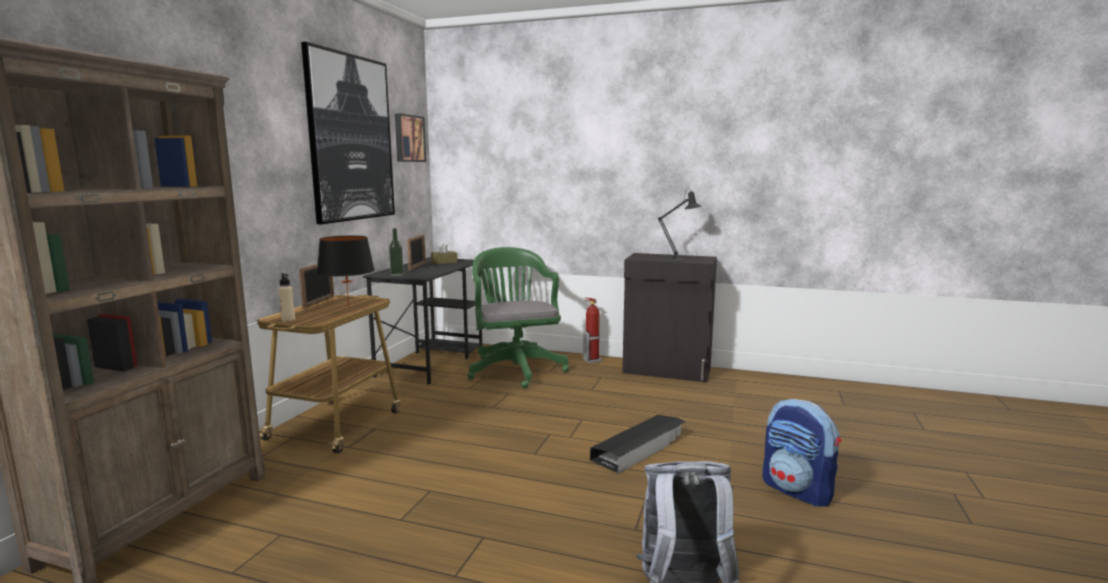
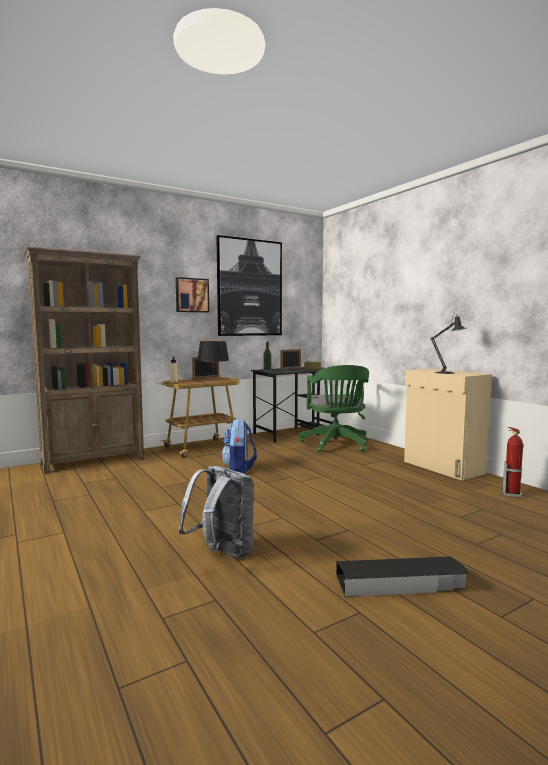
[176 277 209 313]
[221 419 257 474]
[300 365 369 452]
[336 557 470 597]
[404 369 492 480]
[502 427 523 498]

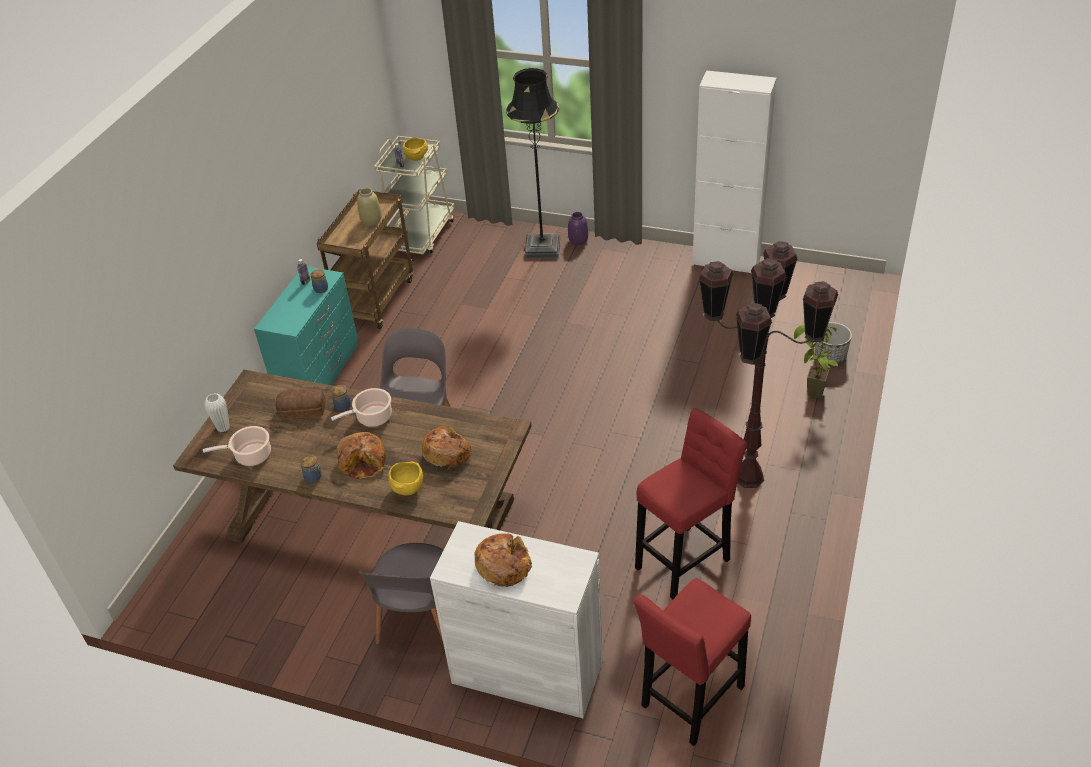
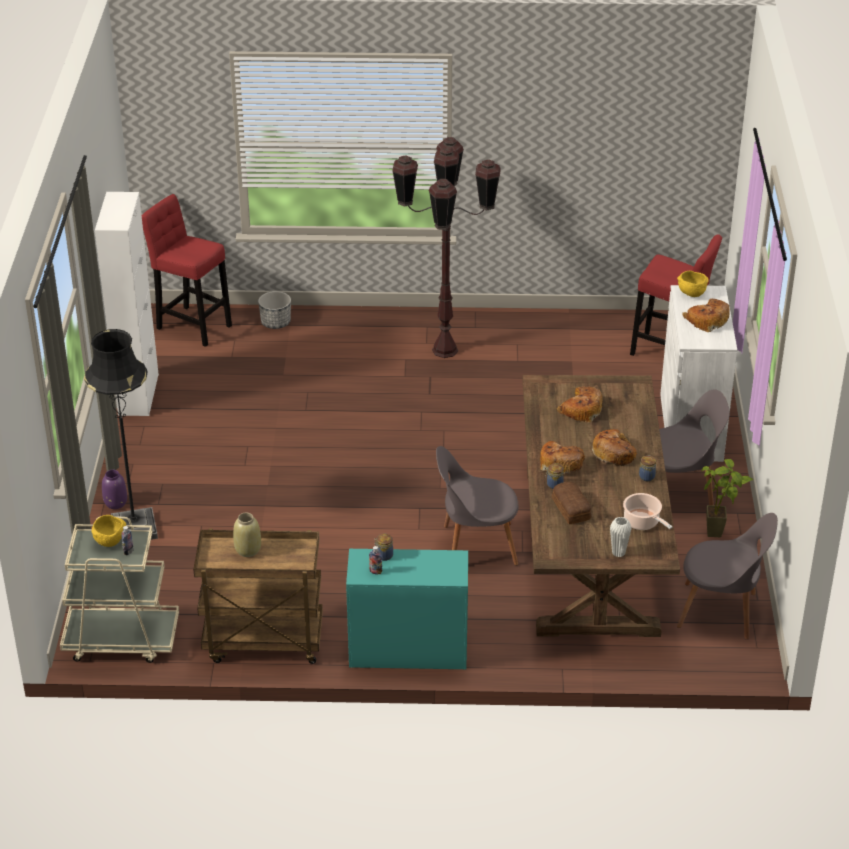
[142 194 232 347]
[540 441 585 474]
[677 271 709 297]
[677 513 778 640]
[701 459 753 537]

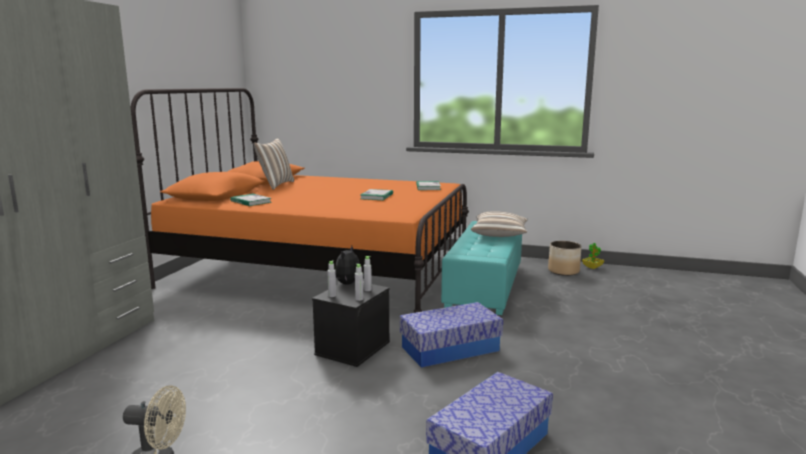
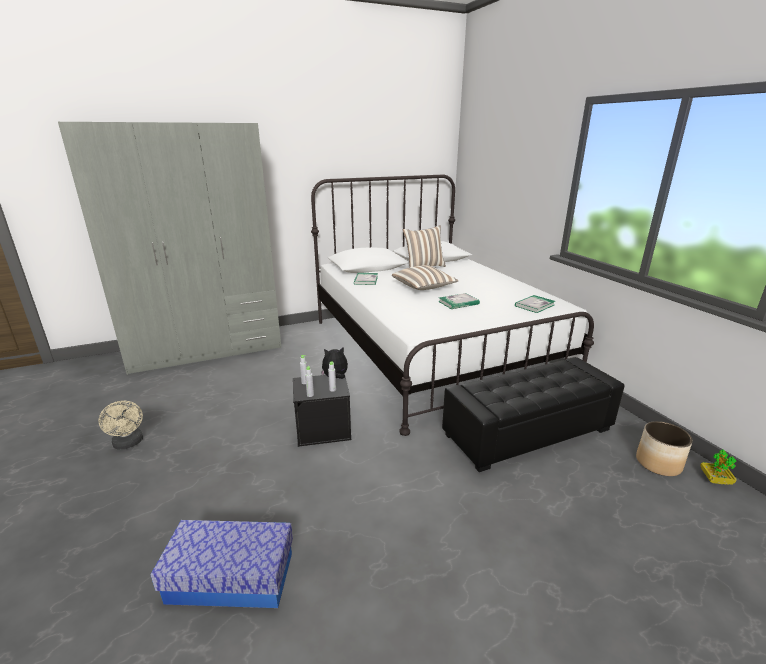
[311 175 594 436]
[392 265 458 290]
[442 357 624 472]
[400 302 503 368] (first image)

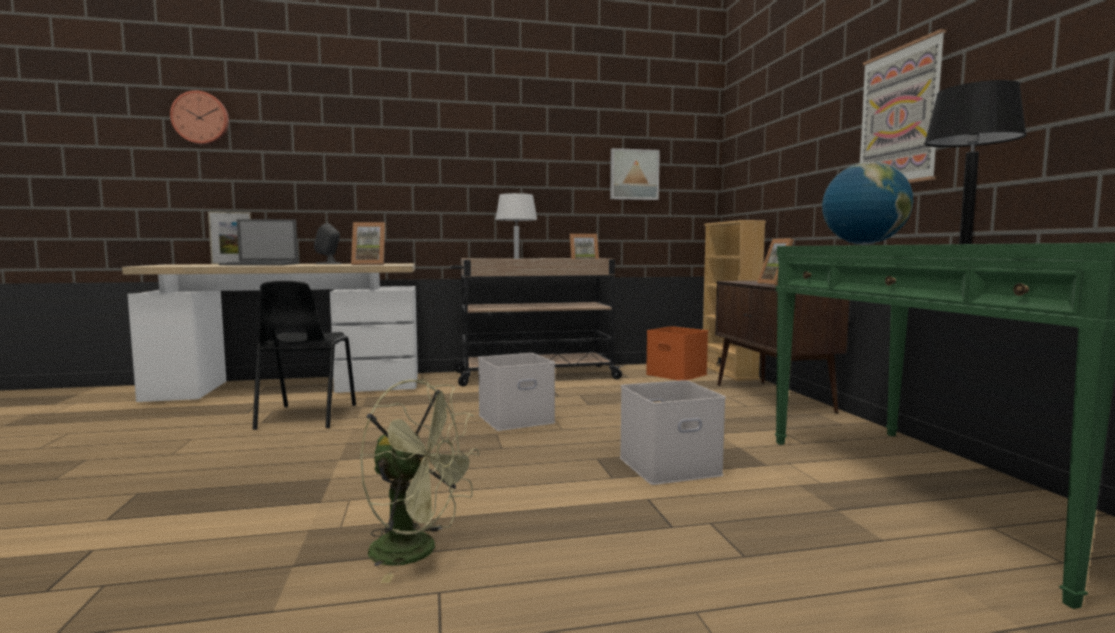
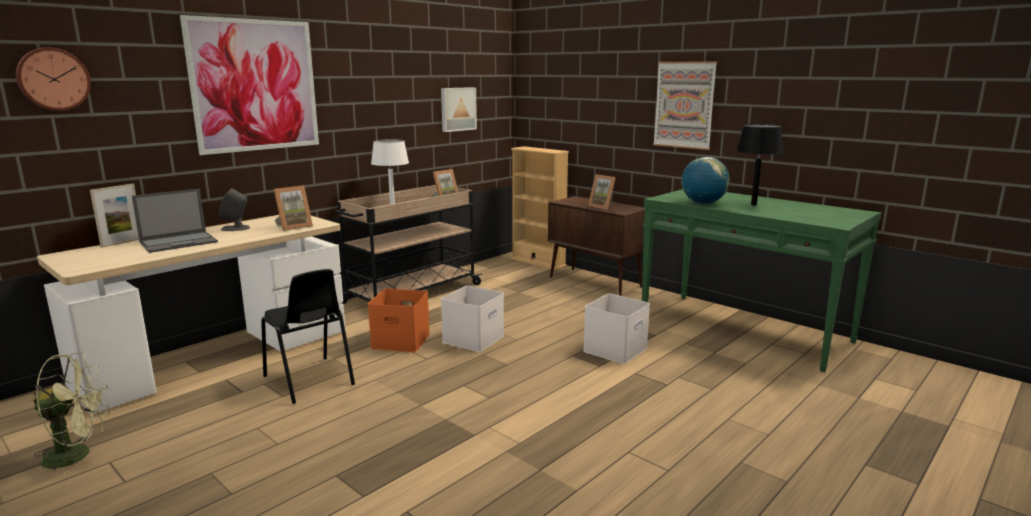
[33 352 110 476]
[180 15 319 155]
[368 288 430 352]

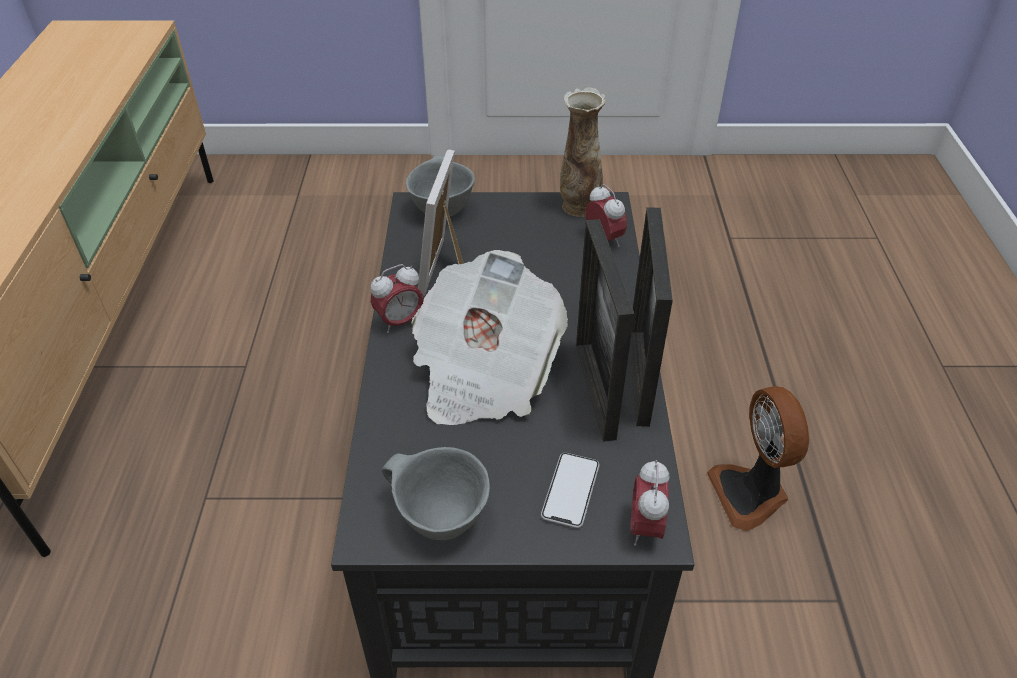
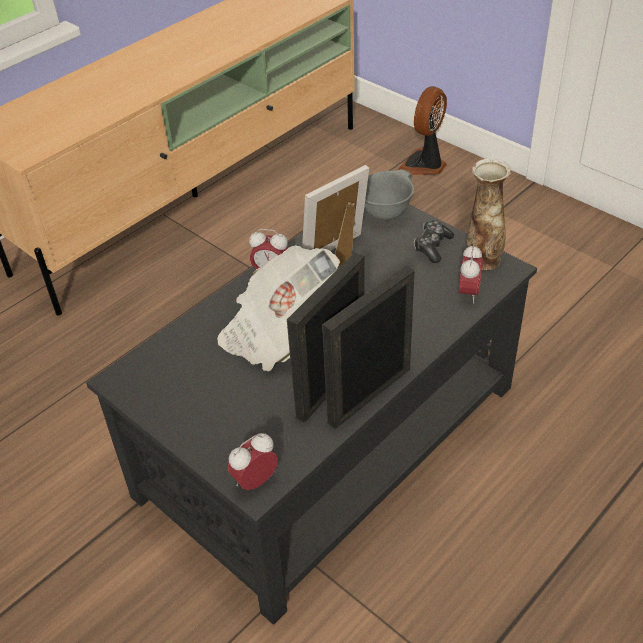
[398 86 447 175]
[414 220 454 263]
[382 447 490 540] (first image)
[541 453 600 528] (first image)

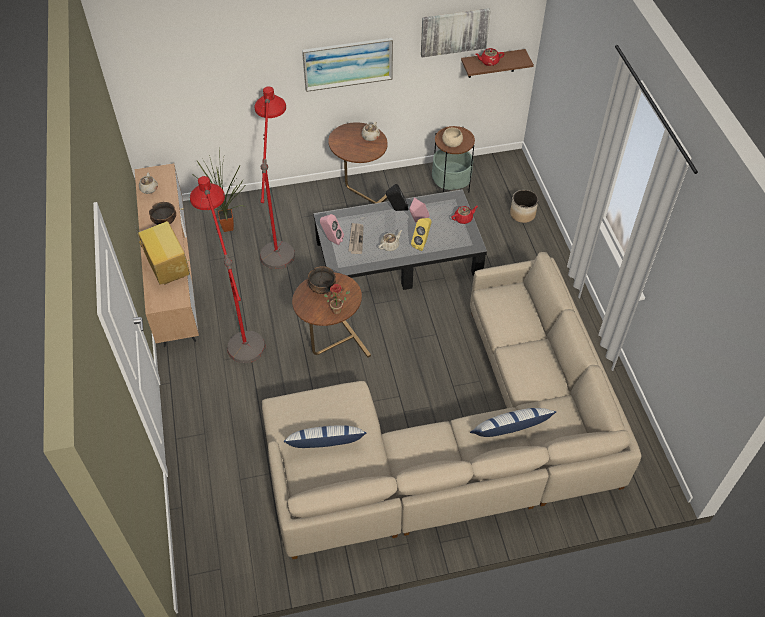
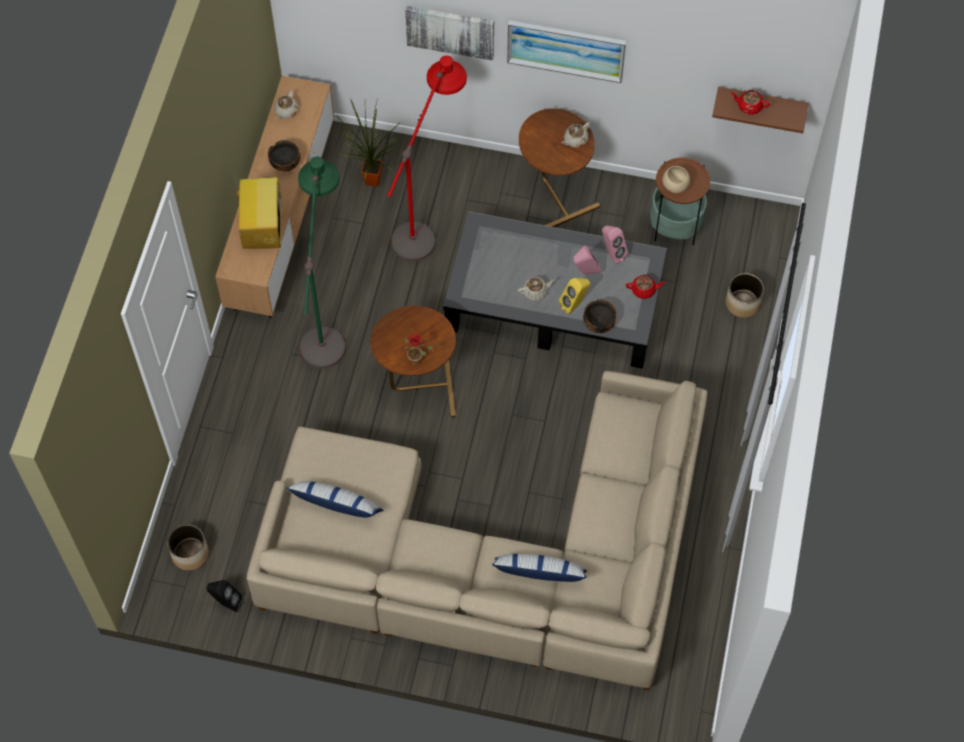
[167 524 209 571]
[206 580 242 612]
[298 157 346 369]
[405 6 494 61]
[583 299 616 333]
[602 226 628 265]
[348 223 364 254] (first image)

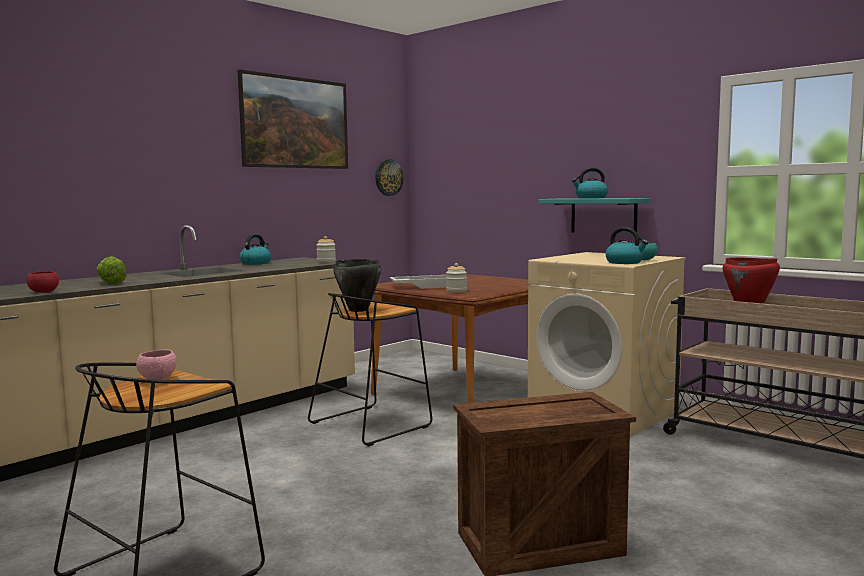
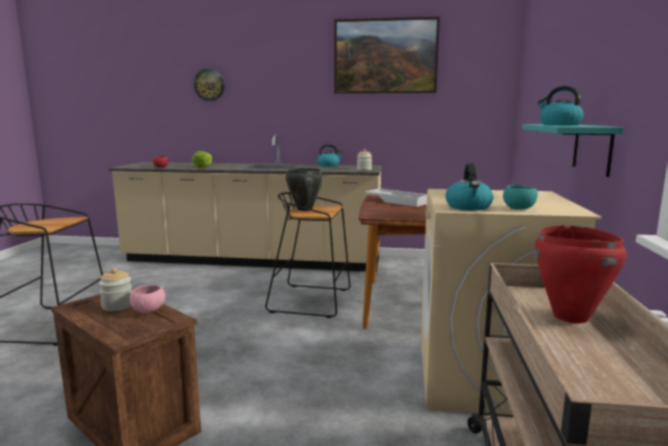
[99 268 132 311]
[130 285 165 313]
[194 69 225 101]

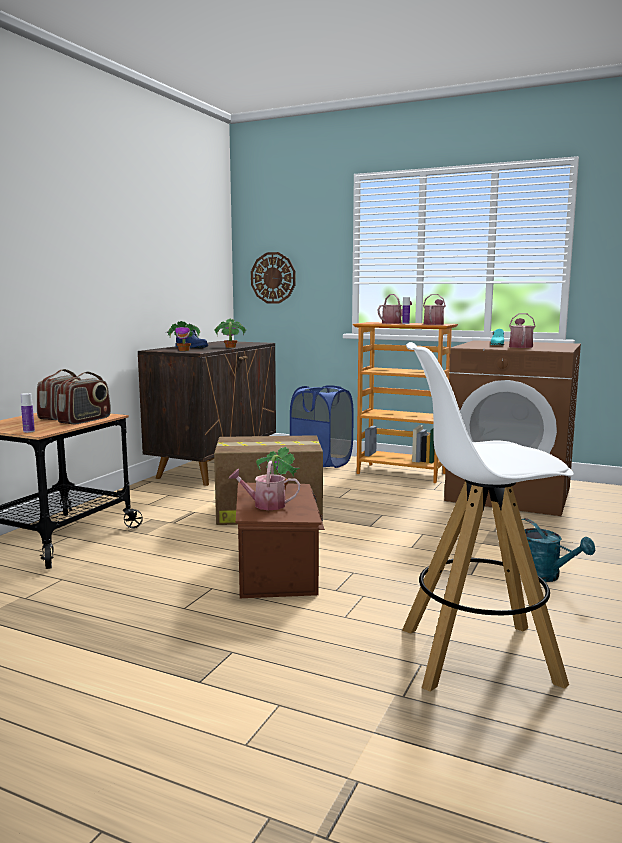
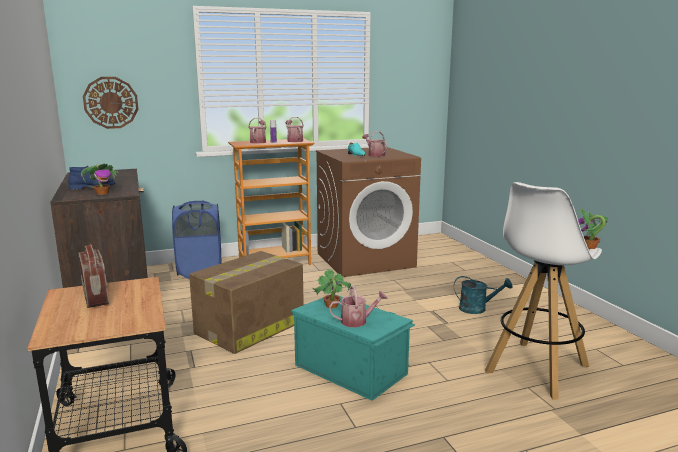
[291 295 416 401]
[329 285 388 327]
[578 209 608 249]
[20 393 35 433] (first image)
[56 372 111 425] (first image)

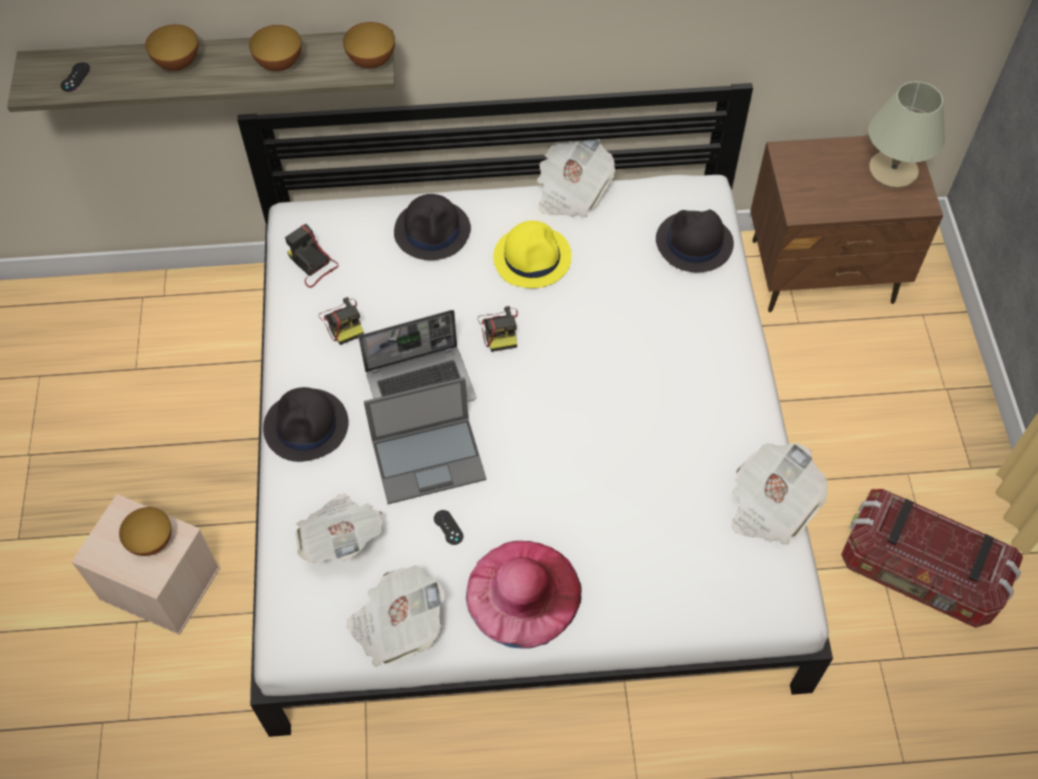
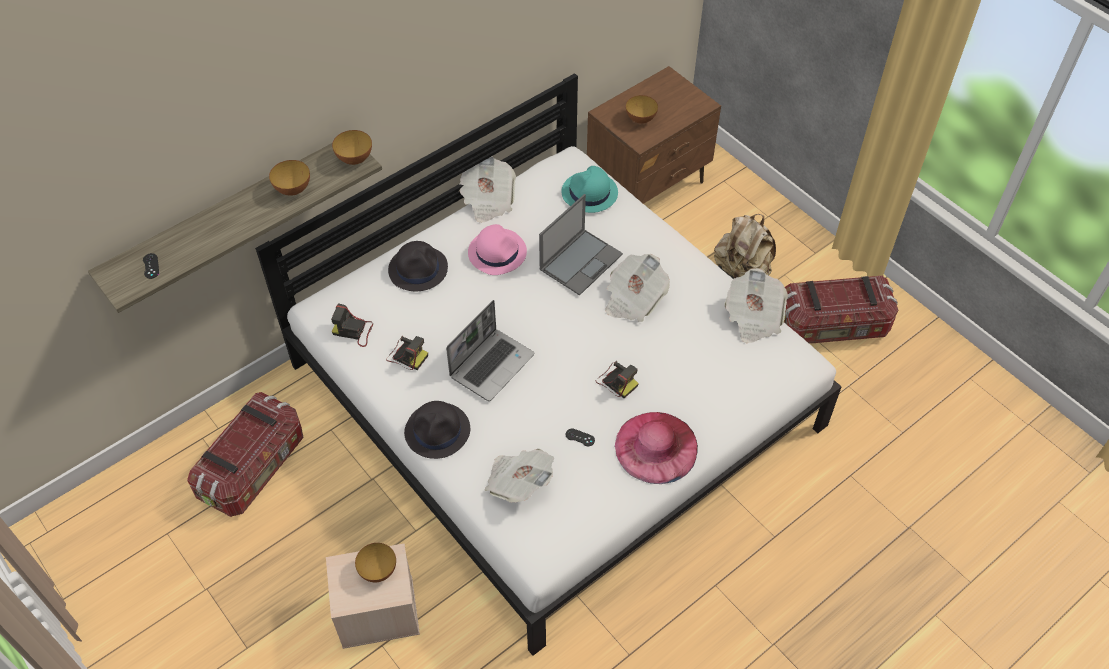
[187 392 303 517]
[468 224 527 275]
[539 194 623 296]
[561 166 618 213]
[596 361 639 398]
[605 254 670 322]
[626 95 658 124]
[714 214 776 279]
[869 81 945 188] (first image)

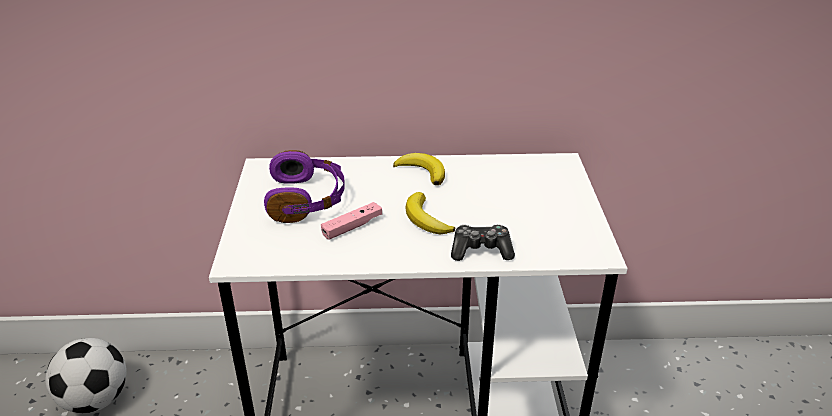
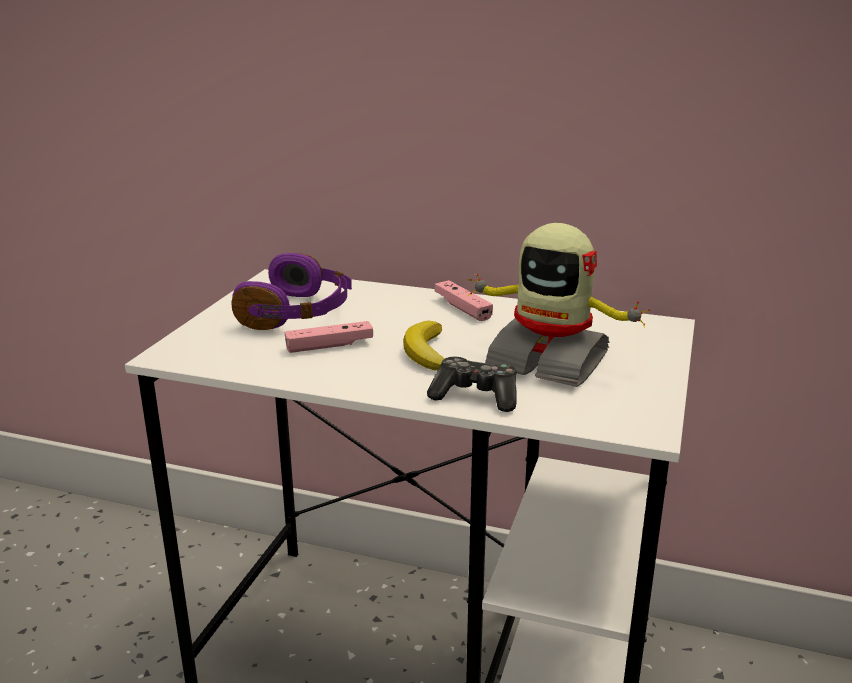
[435 280 493 321]
[468 223 650 387]
[45 338 127 413] (first image)

